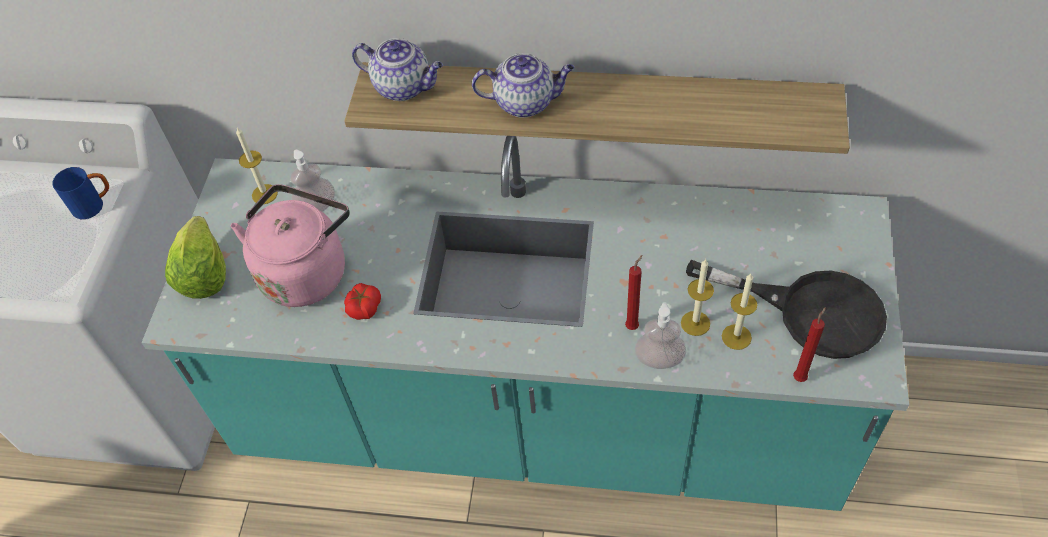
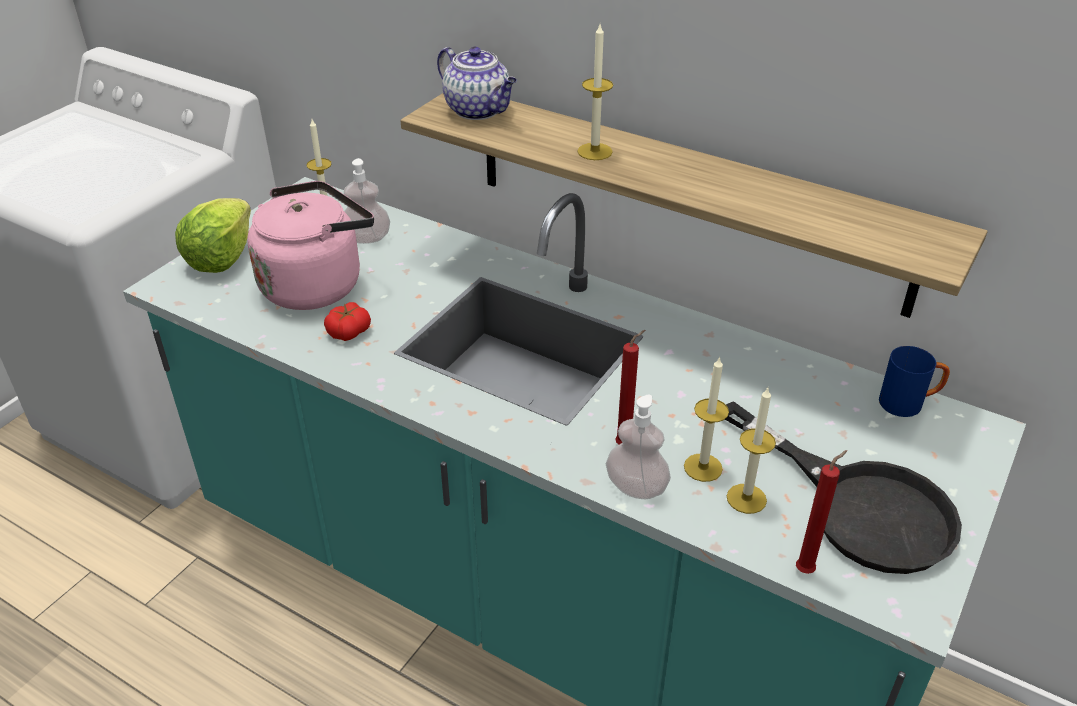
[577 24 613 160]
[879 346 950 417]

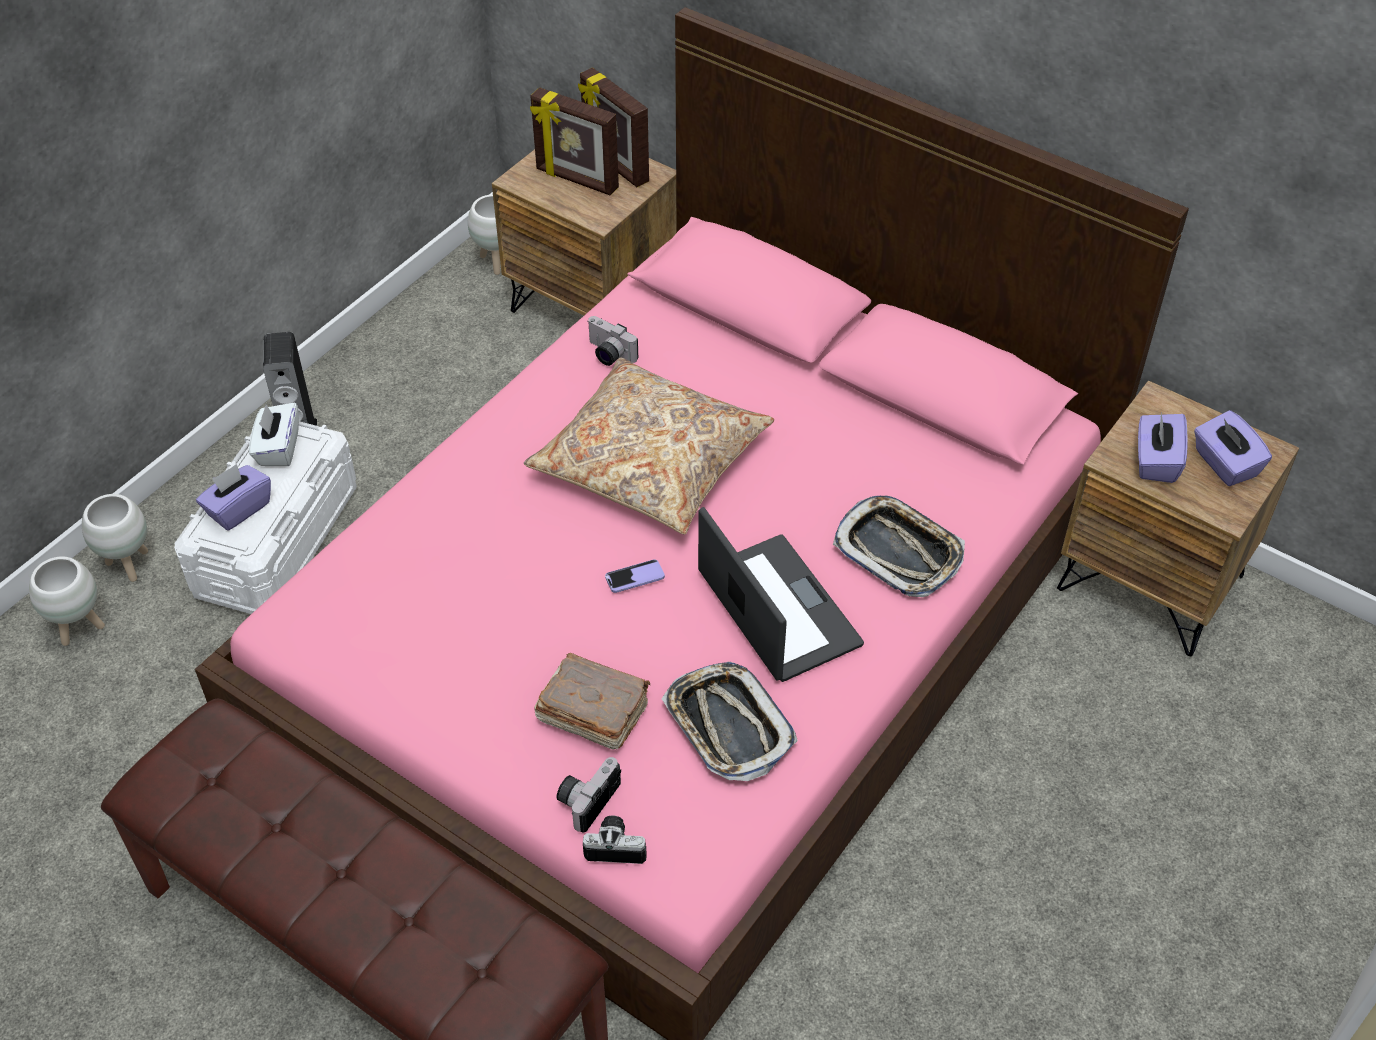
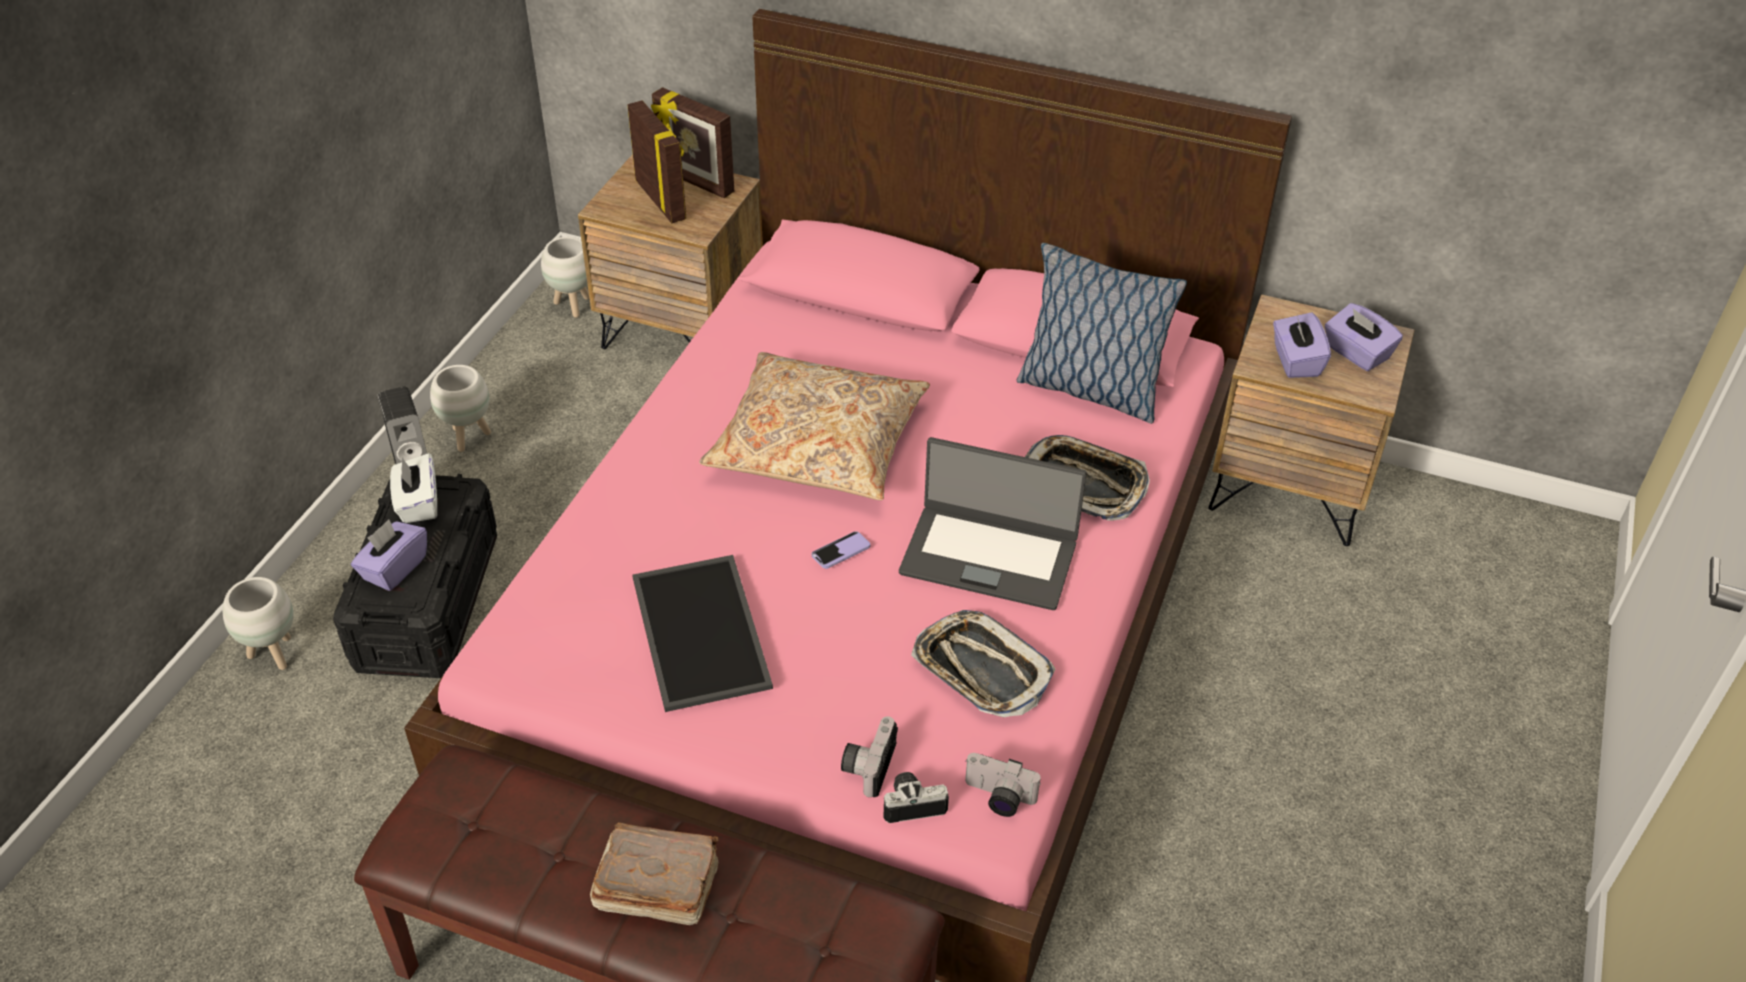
[333 474 497 678]
[430 365 491 452]
[590 822 719 925]
[627 100 686 223]
[632 555 773 712]
[899 437 1087 610]
[965 753 1041 817]
[1017 243 1187 424]

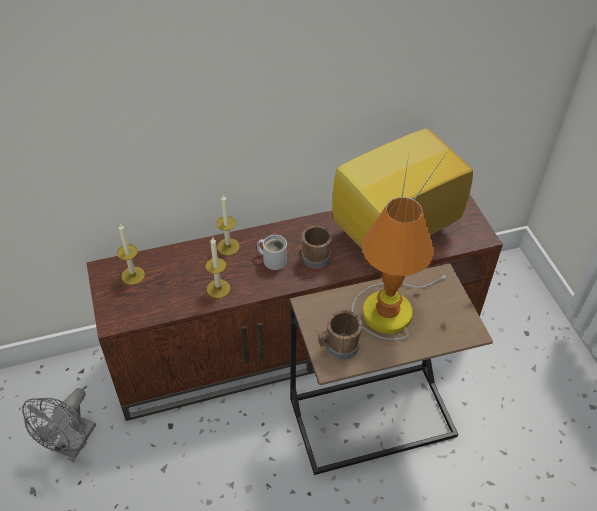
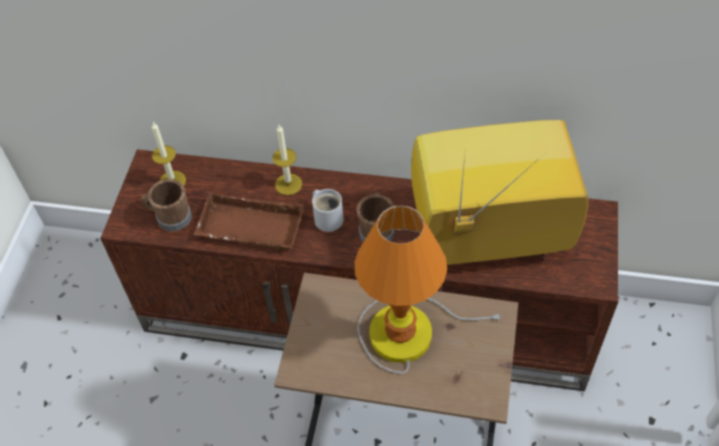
[141 179 192 231]
[194 193 304 250]
[22 388 96 459] (first image)

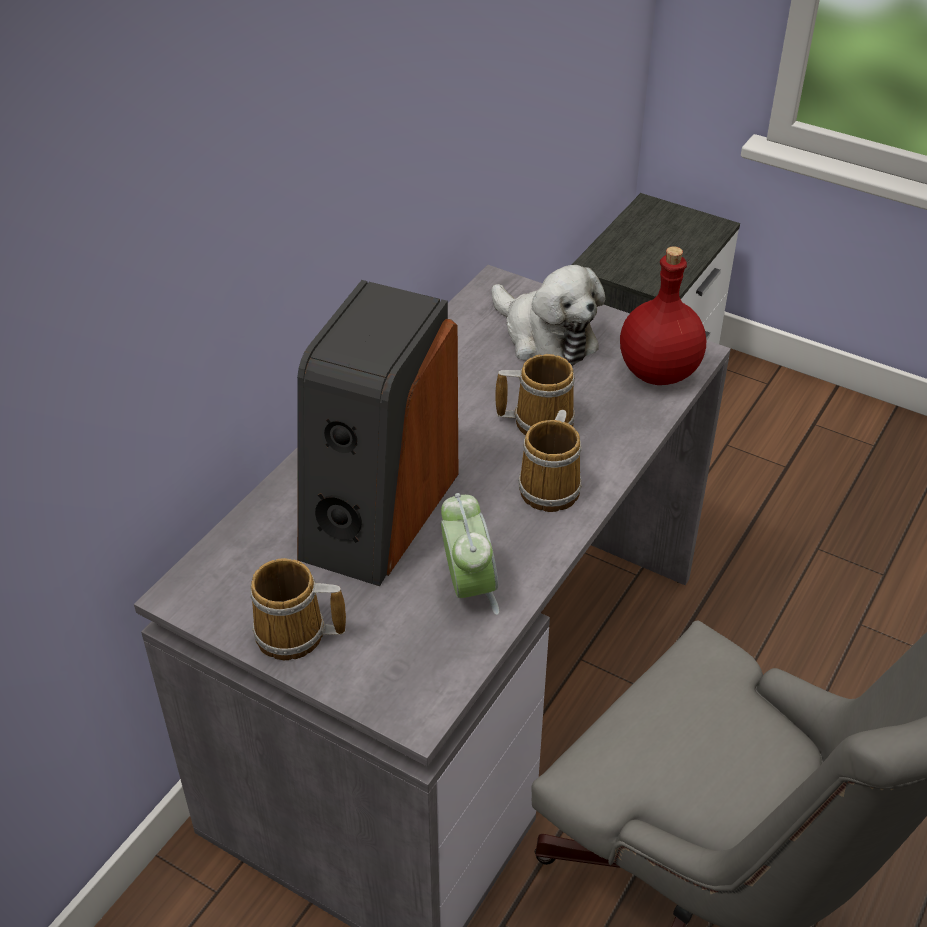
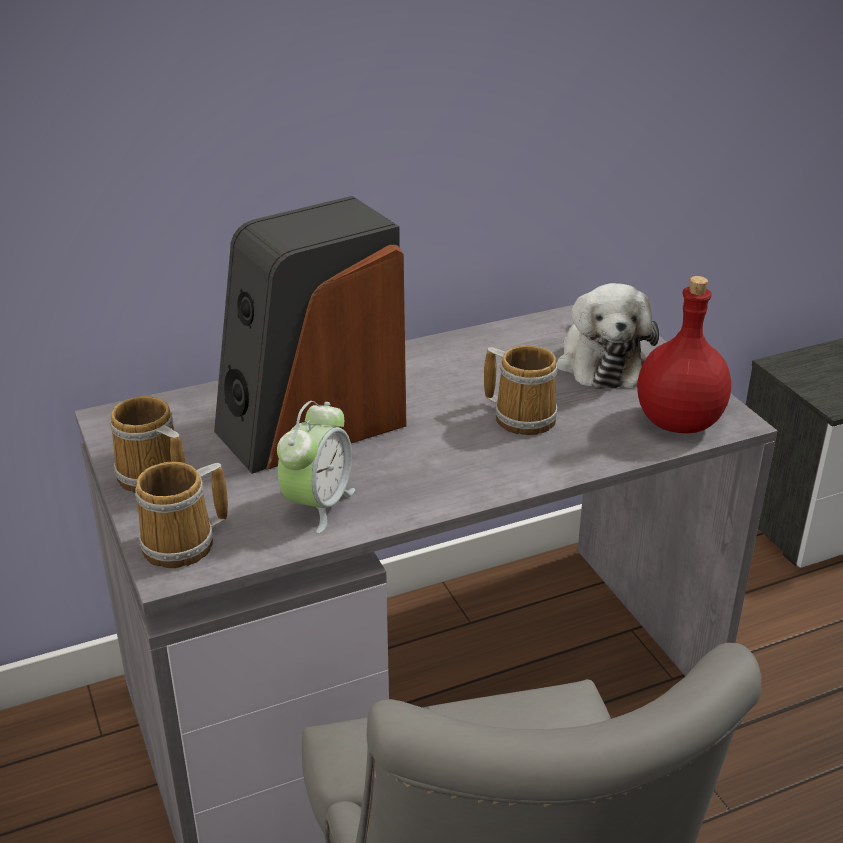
[135 462 228 568]

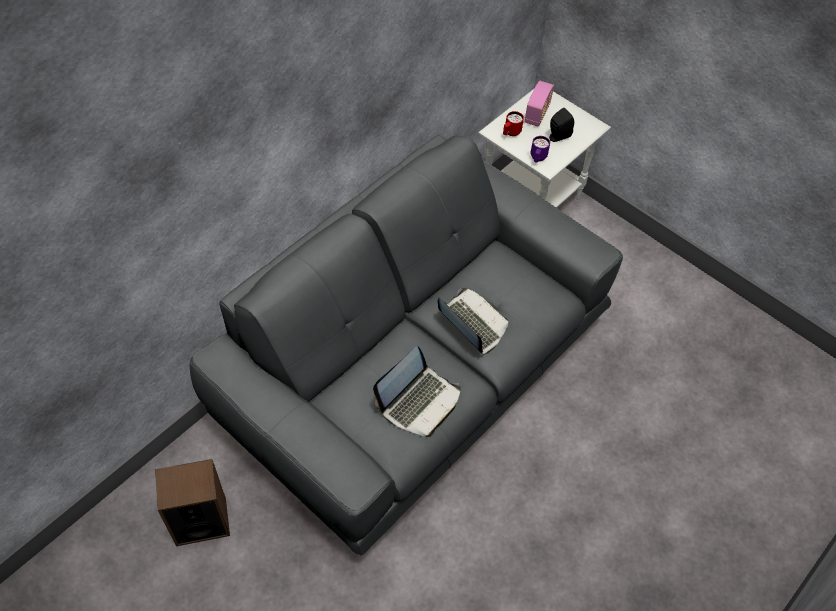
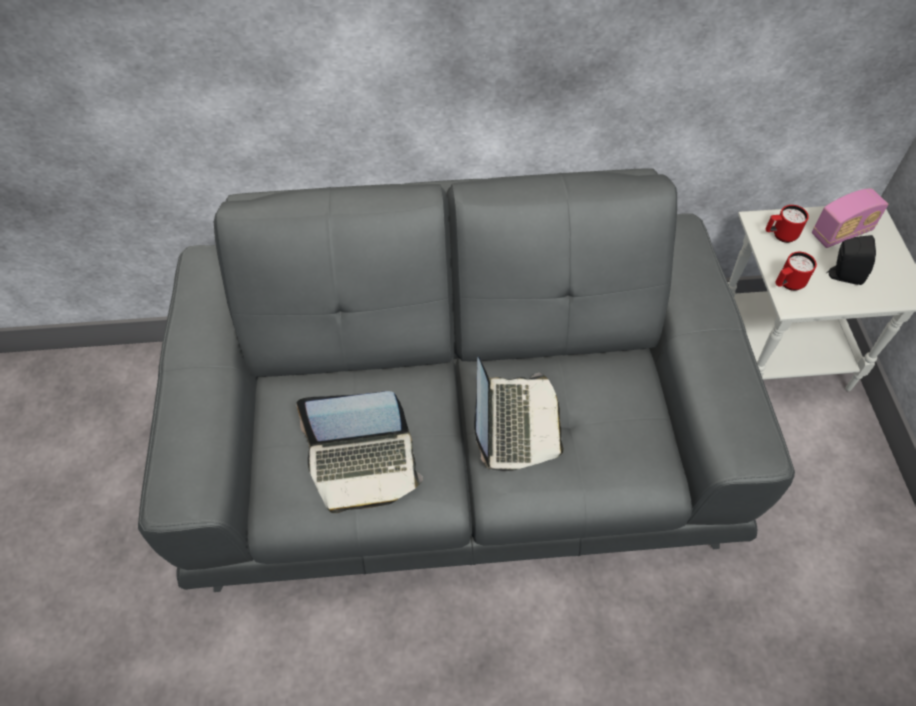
[775 252 817 291]
[155 459 230 546] (first image)

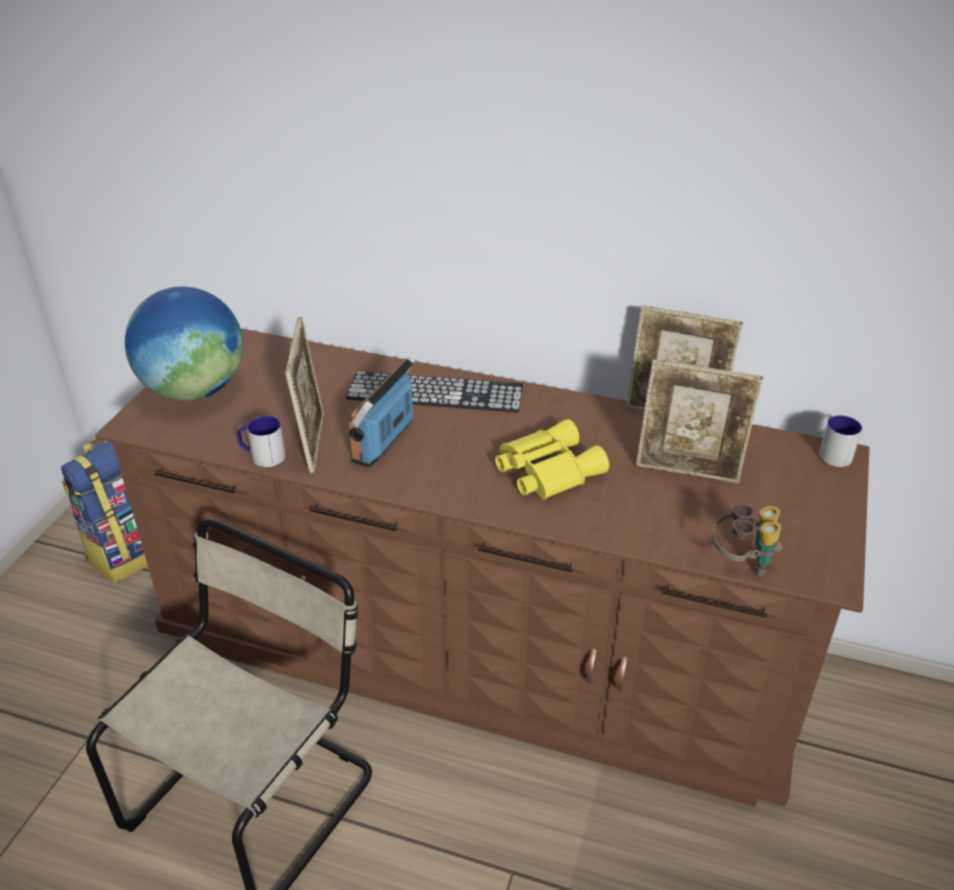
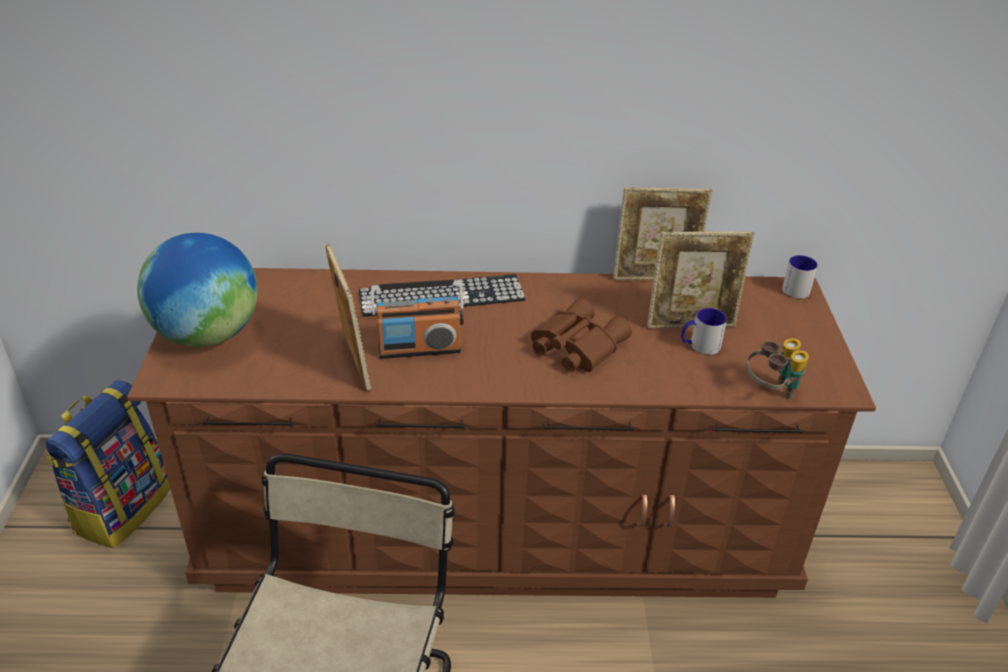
[371 280 464 359]
[531 298 632 372]
[681 308 727 355]

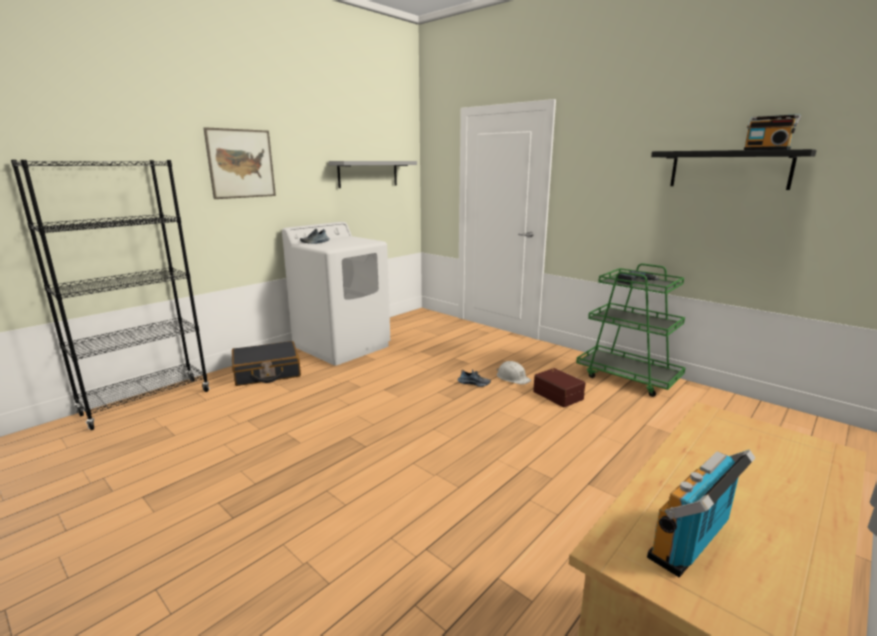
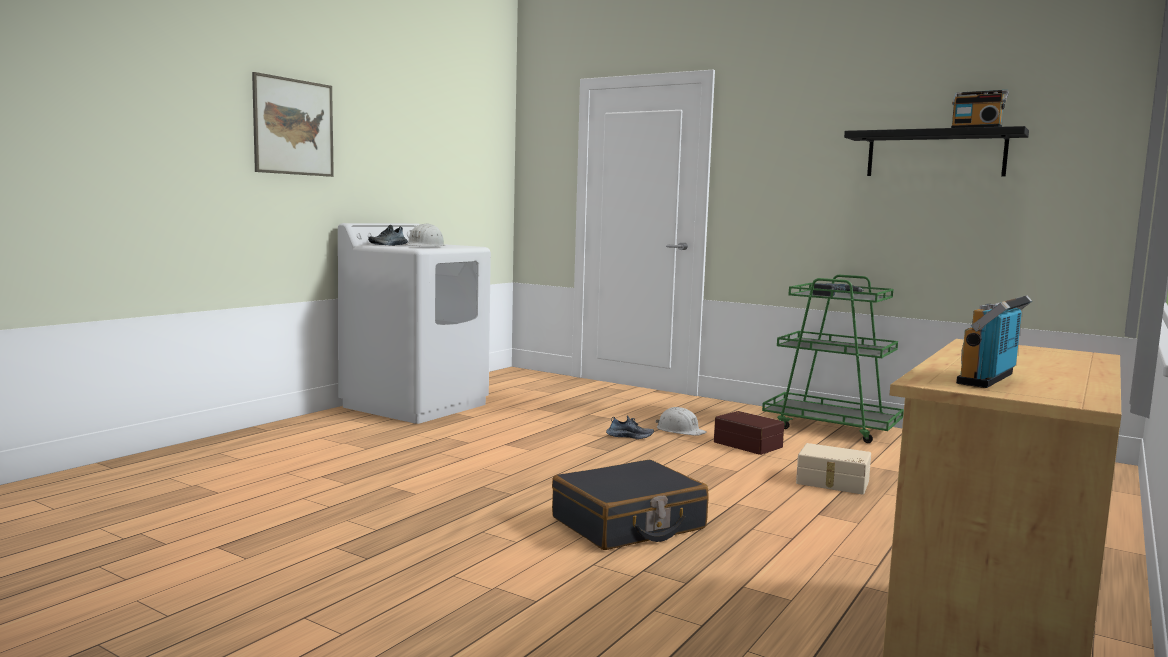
[403 223 445 246]
[552 460 709 550]
[796 443 871 495]
[11 160 210 430] (first image)
[329 161 417 188] (first image)

